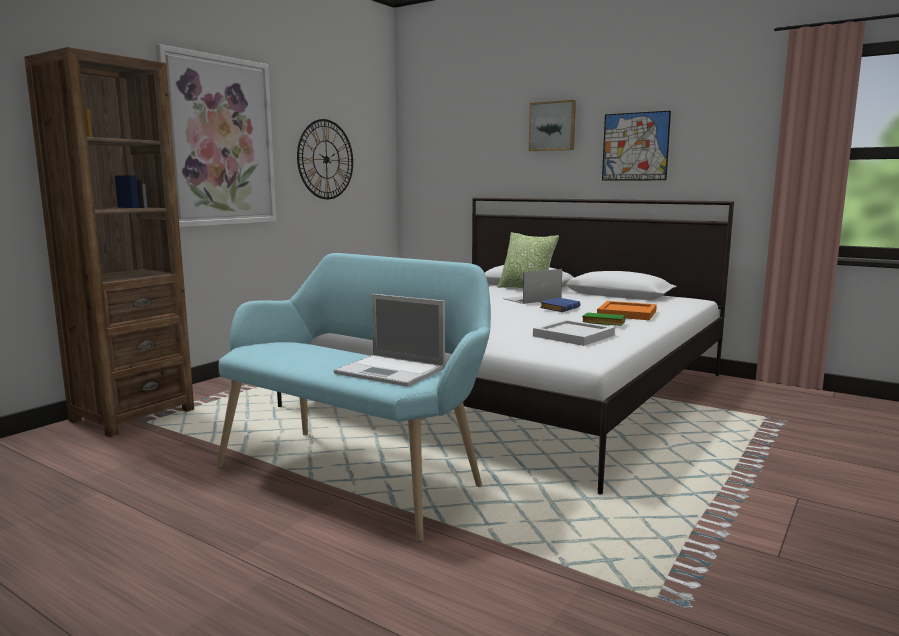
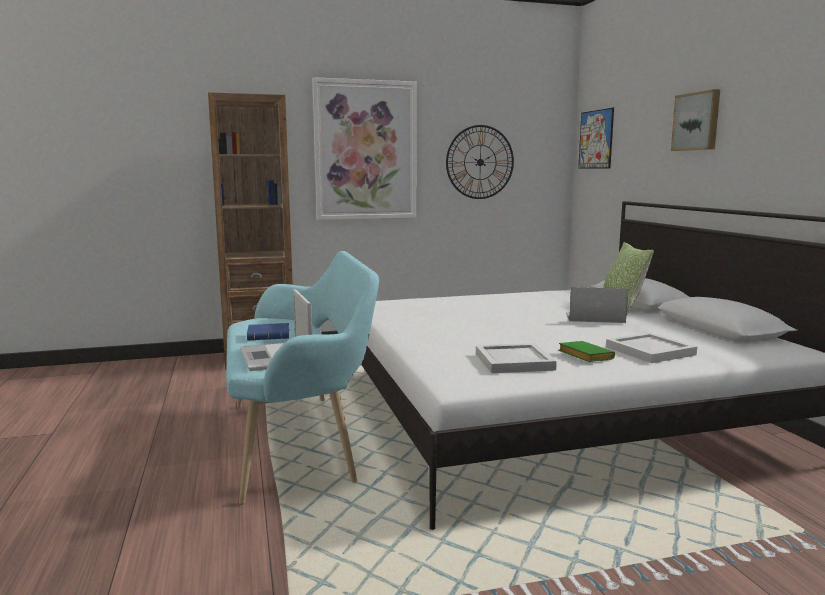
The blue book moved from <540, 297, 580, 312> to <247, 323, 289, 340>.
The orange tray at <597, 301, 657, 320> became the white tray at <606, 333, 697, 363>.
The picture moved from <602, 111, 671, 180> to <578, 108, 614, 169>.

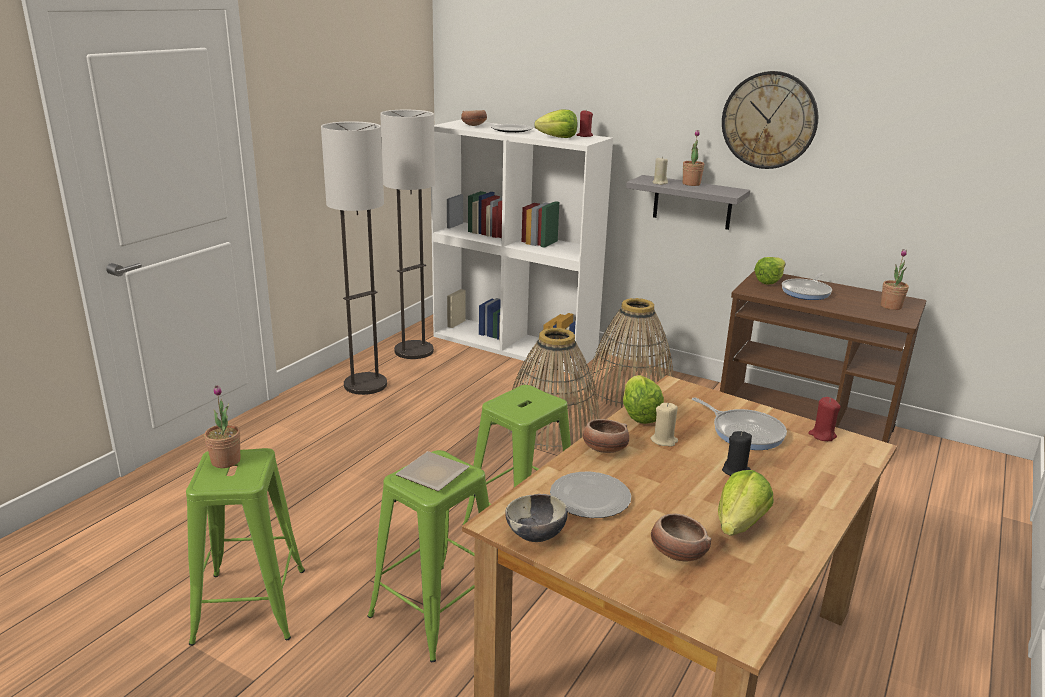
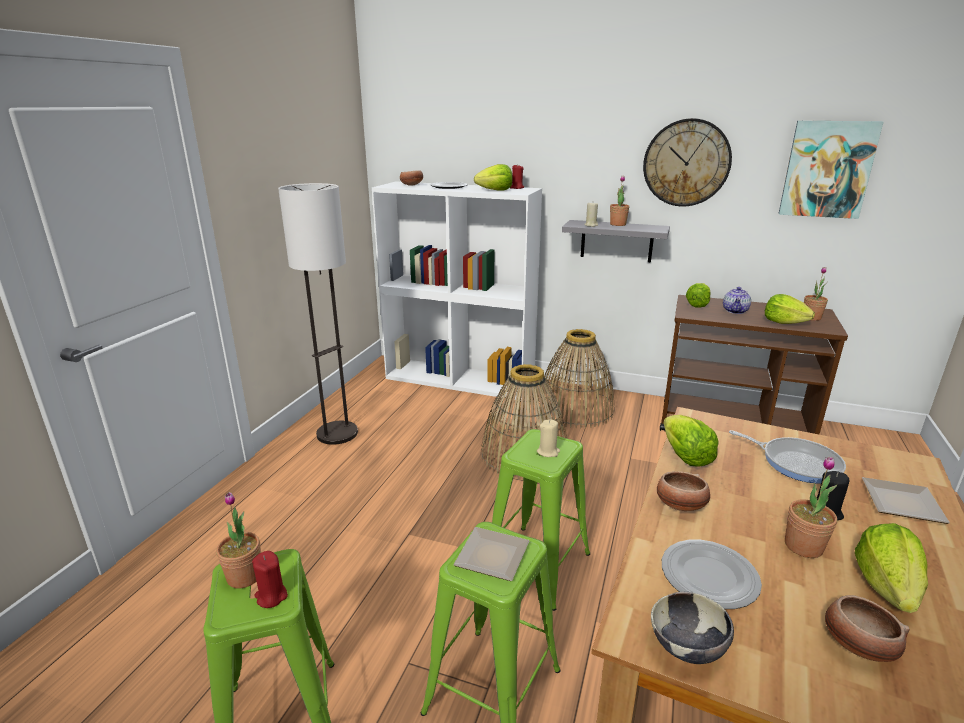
The floor lamp at <380, 110, 435, 359> disappeared.
The beige candle moved from <650, 403, 678, 446> to <537, 420, 560, 457>.
The frying pan at <782, 272, 832, 300> was replaced by the teapot at <723, 287, 751, 314>.
The red candle moved from <808, 397, 841, 441> to <252, 551, 288, 608>.
The lettuce at <765, 294, 815, 324> appeared.
The picture at <778, 121, 883, 219> appeared.
The potted plant at <785, 456, 837, 558> appeared.
The plate at <862, 477, 950, 524> appeared.

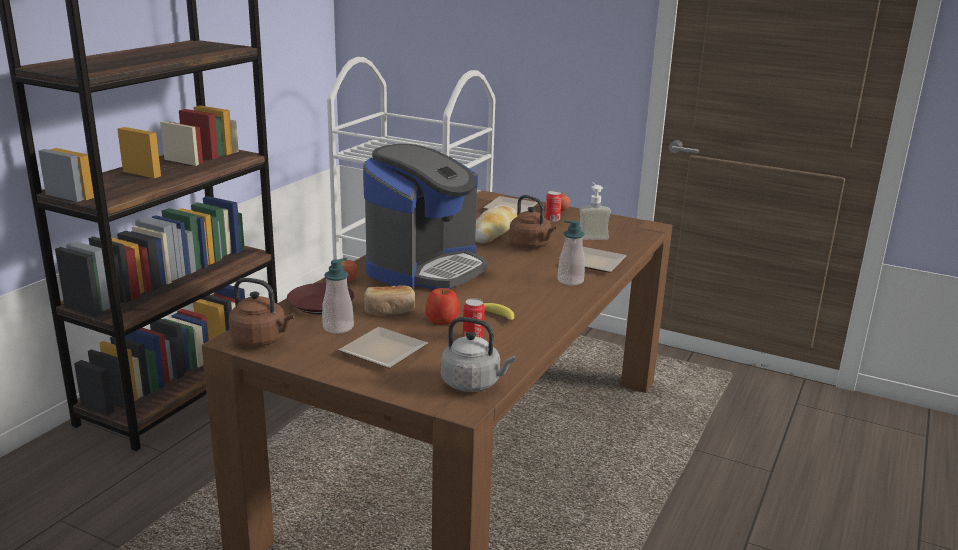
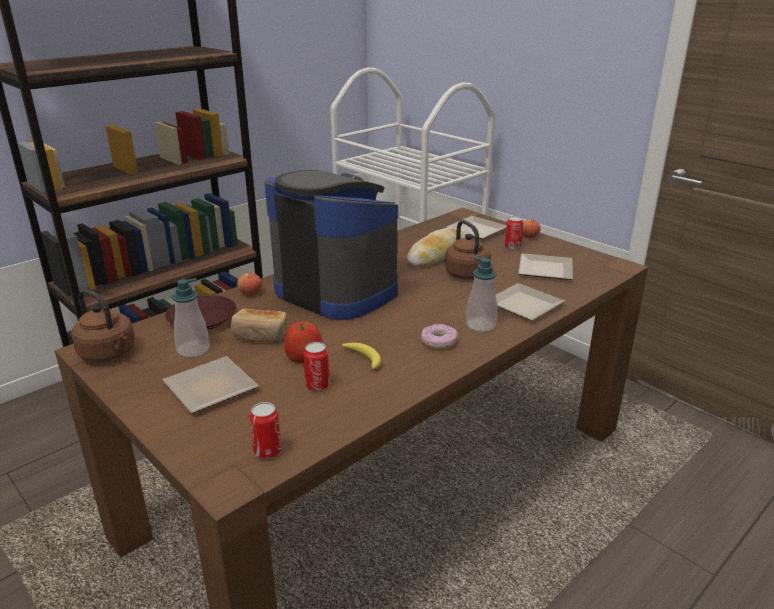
The coffee machine at <363, 144, 488, 290> turned 105 degrees counterclockwise.
The grey kettle at <441, 317, 516, 392> was replaced by the can at <249, 402, 282, 459>.
The soap dispenser at <579, 182, 611, 240> was replaced by the plate at <518, 253, 573, 280>.
The donut at <421, 324, 458, 349> appeared.

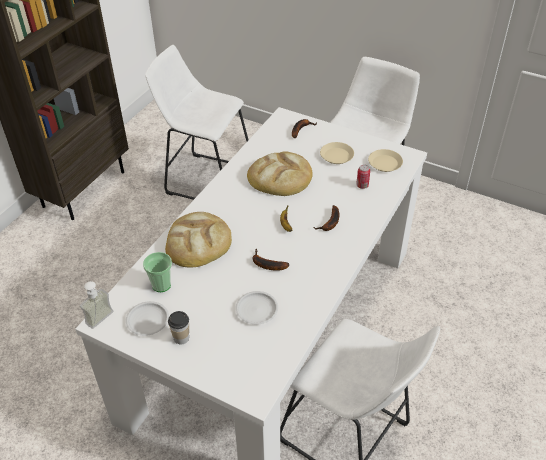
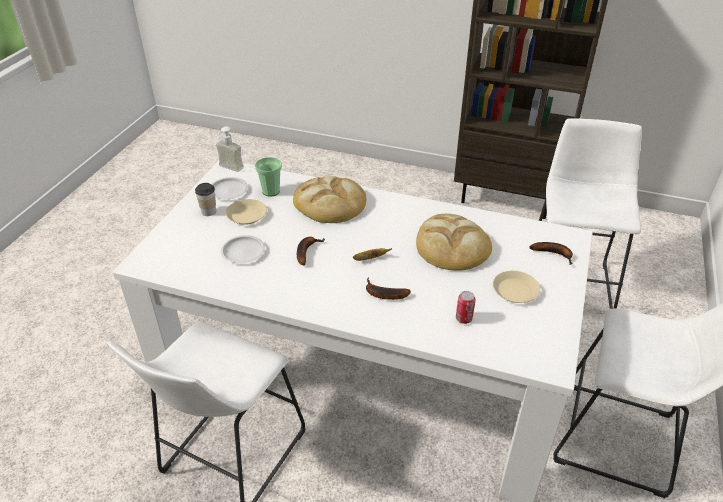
The beige plate moved from <368, 149, 403, 172> to <226, 199, 267, 225>.

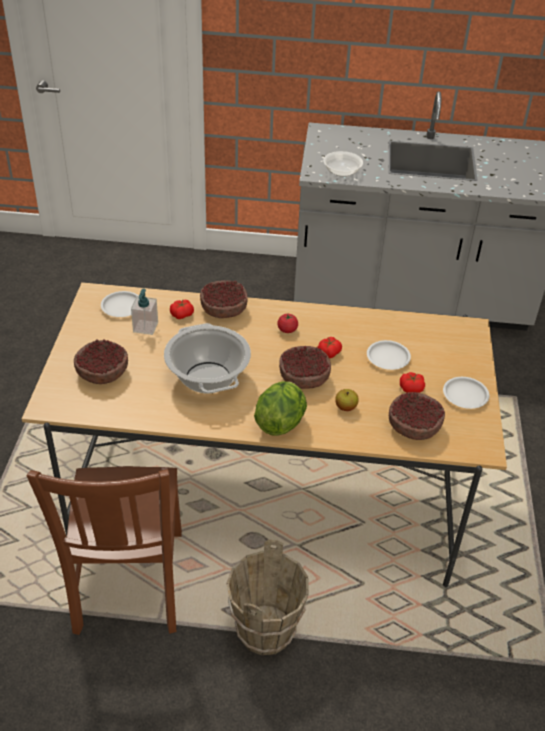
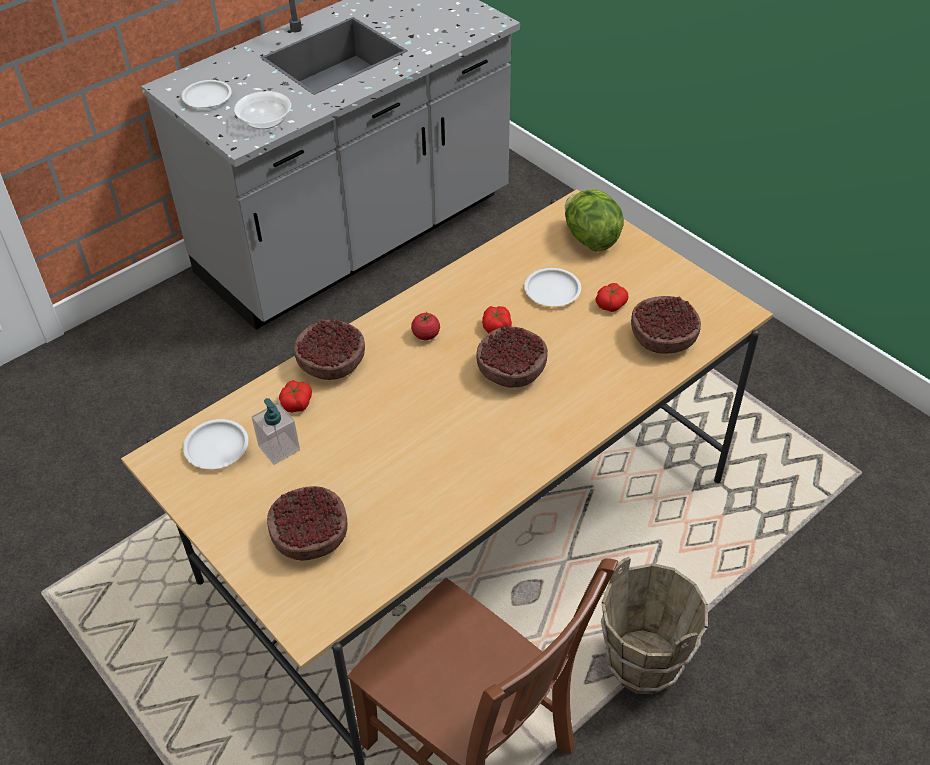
The cooking pot at <164, 323, 251, 394> disappeared.
The lettuce moved from <254, 381, 307, 436> to <565, 189, 623, 252>.
The apple at <335, 389, 359, 411> disappeared.
The white plate moved from <443, 377, 489, 409> to <181, 80, 232, 108>.

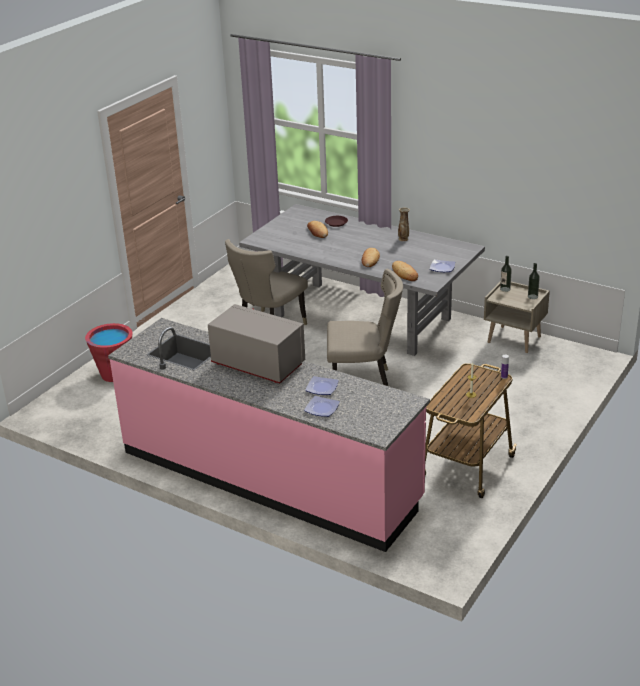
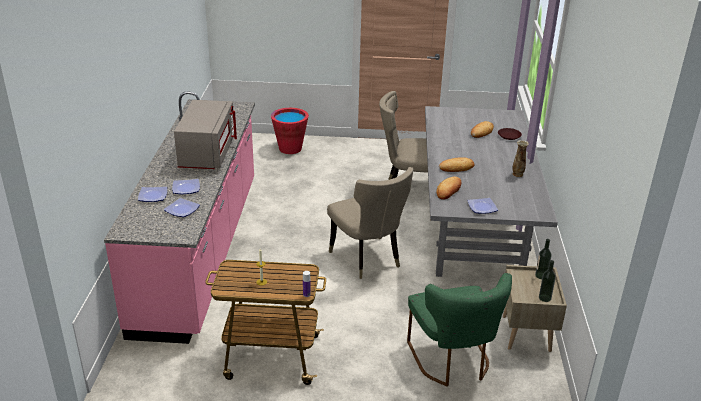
The plate at <164, 198, 200, 217> appeared.
The green chair at <407, 273, 512, 387> appeared.

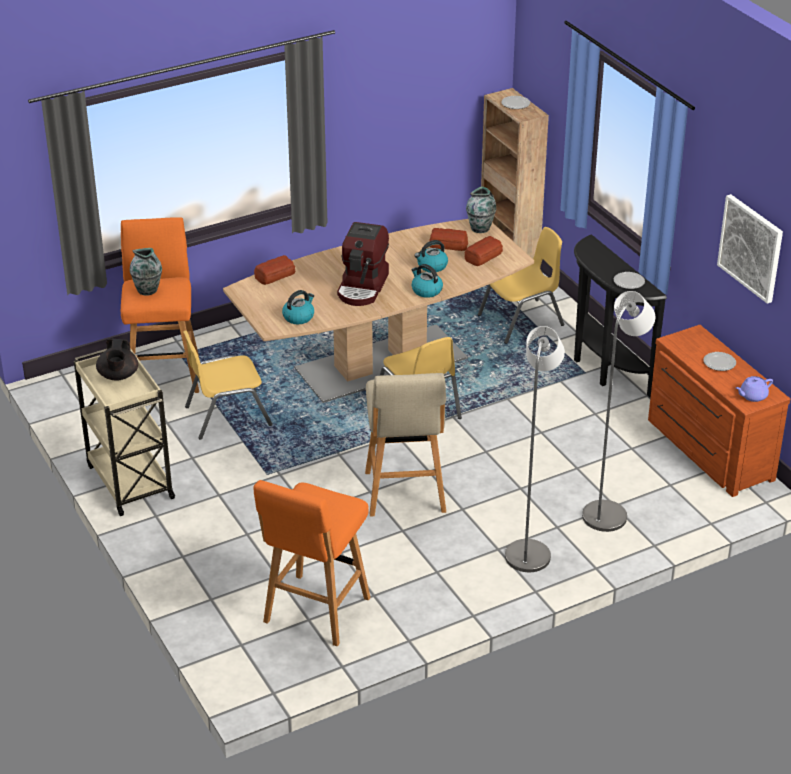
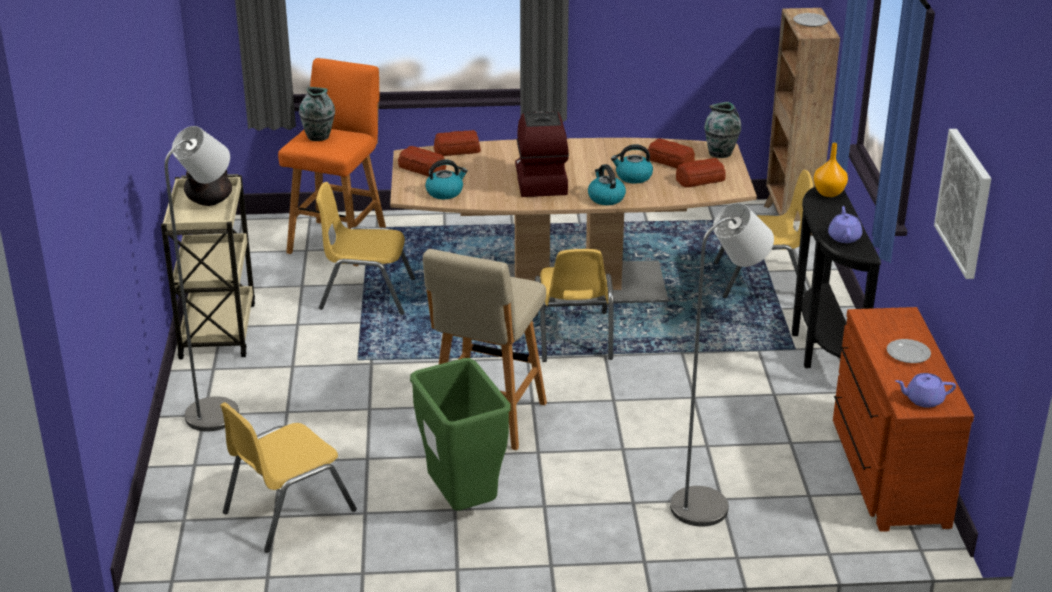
The orange stool at <253, 480, 371, 646> was replaced by the yellow chair at <220, 402, 357, 553>.
The coffee machine at <337, 222, 389, 306> turned 135 degrees clockwise.
The grey floor lamp moved from <505, 326, 565, 572> to <165, 126, 239, 431>.
The plate at <614, 272, 645, 289> was replaced by the purple teapot at <828, 206, 862, 243>.
The bread at <398, 146, 446, 177> appeared.
The green trash can at <410, 358, 511, 510> appeared.
The orange vase at <814, 143, 848, 197> appeared.

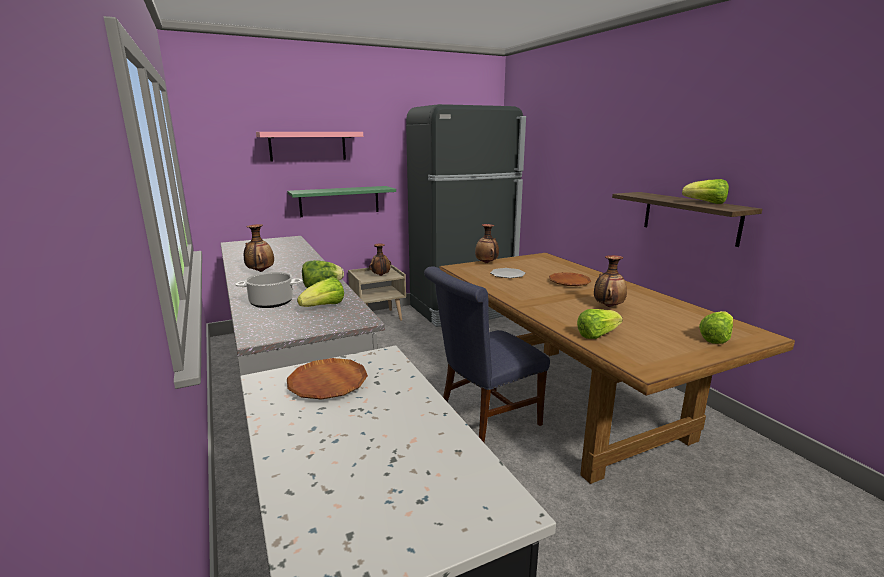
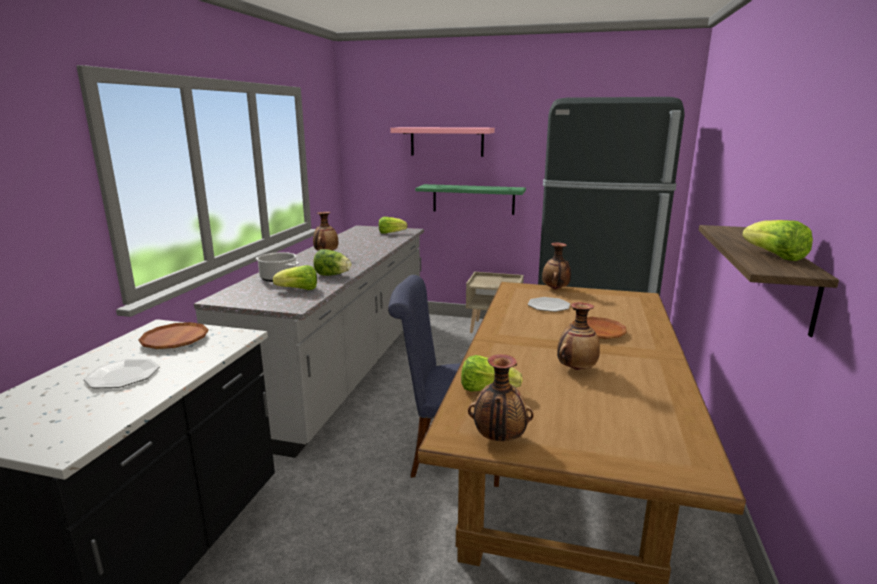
The vase moved from <369, 243, 391, 276> to <468, 354, 534, 441>.
The lettuce moved from <699, 311, 733, 344> to <379, 217, 408, 234>.
The plate at <84, 359, 160, 388> appeared.

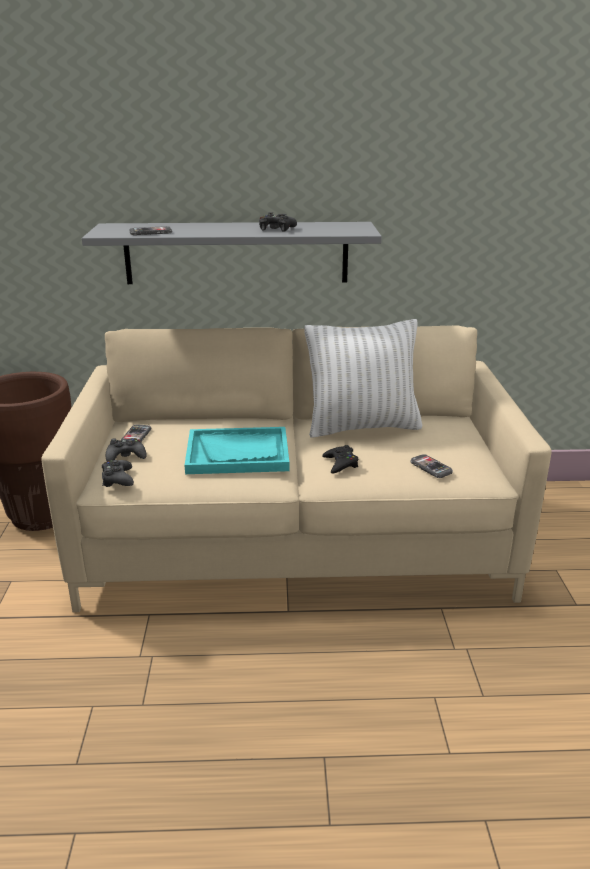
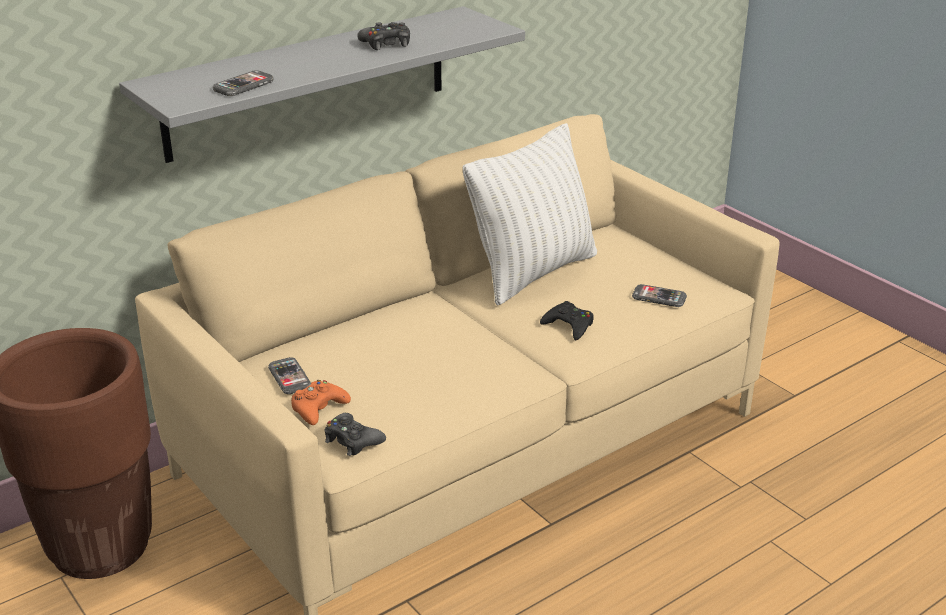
The black game controller at <106, 438, 147, 461> became the orange game controller at <291, 380, 351, 425>.
The turquoise tray at <185, 427, 290, 474> disappeared.

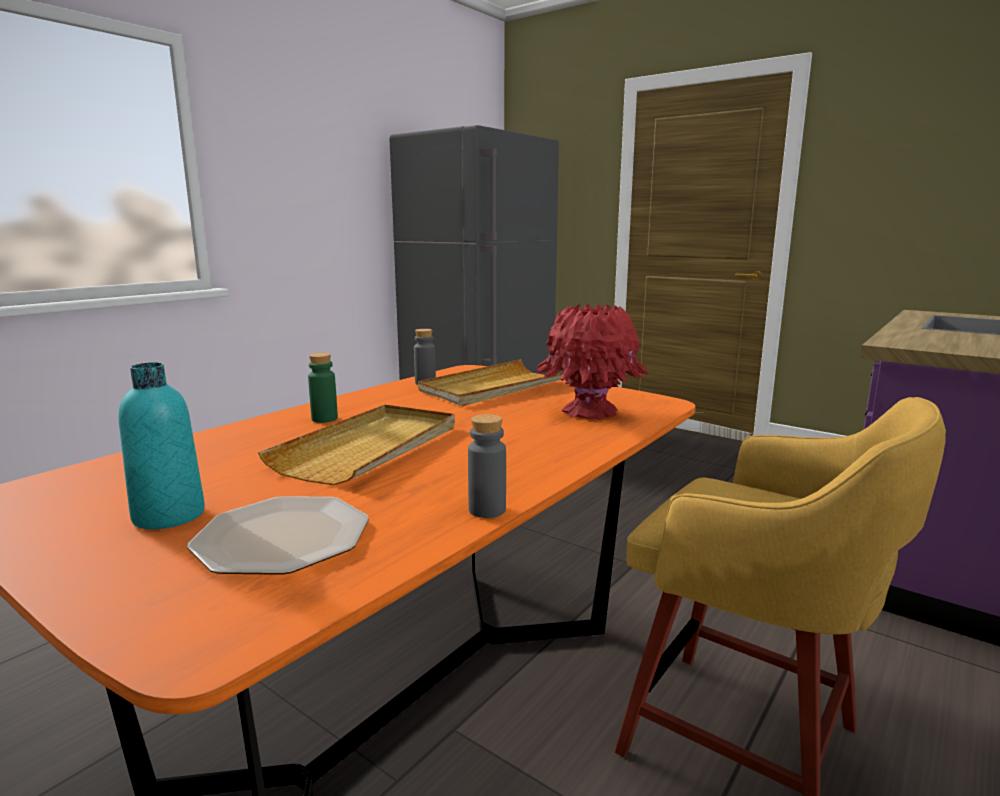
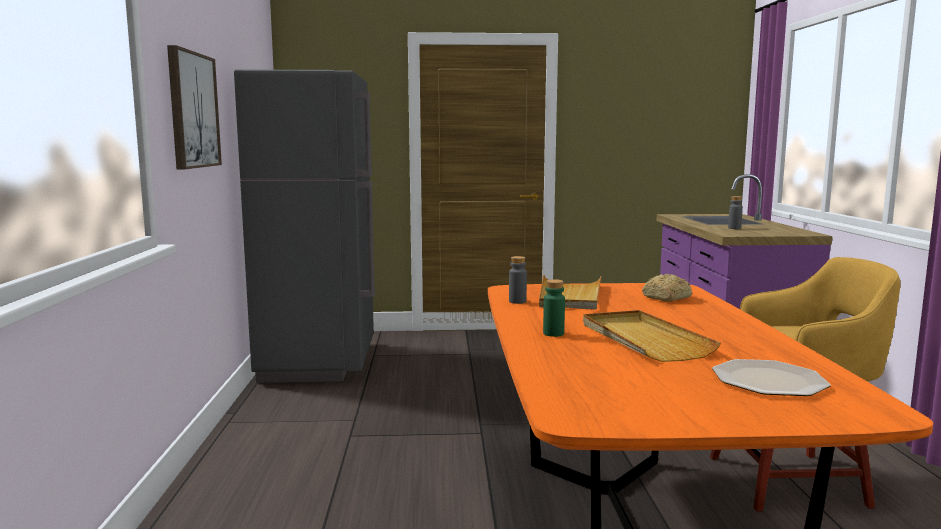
The turquoise bottle at <119, 362, 205, 529> disappeared.
The grey bottle moved from <468, 414, 506, 518> to <728, 196, 743, 229>.
The red vase at <537, 303, 649, 420> was replaced by the bread at <642, 274, 692, 302>.
The picture at <167, 45, 222, 169> appeared.

